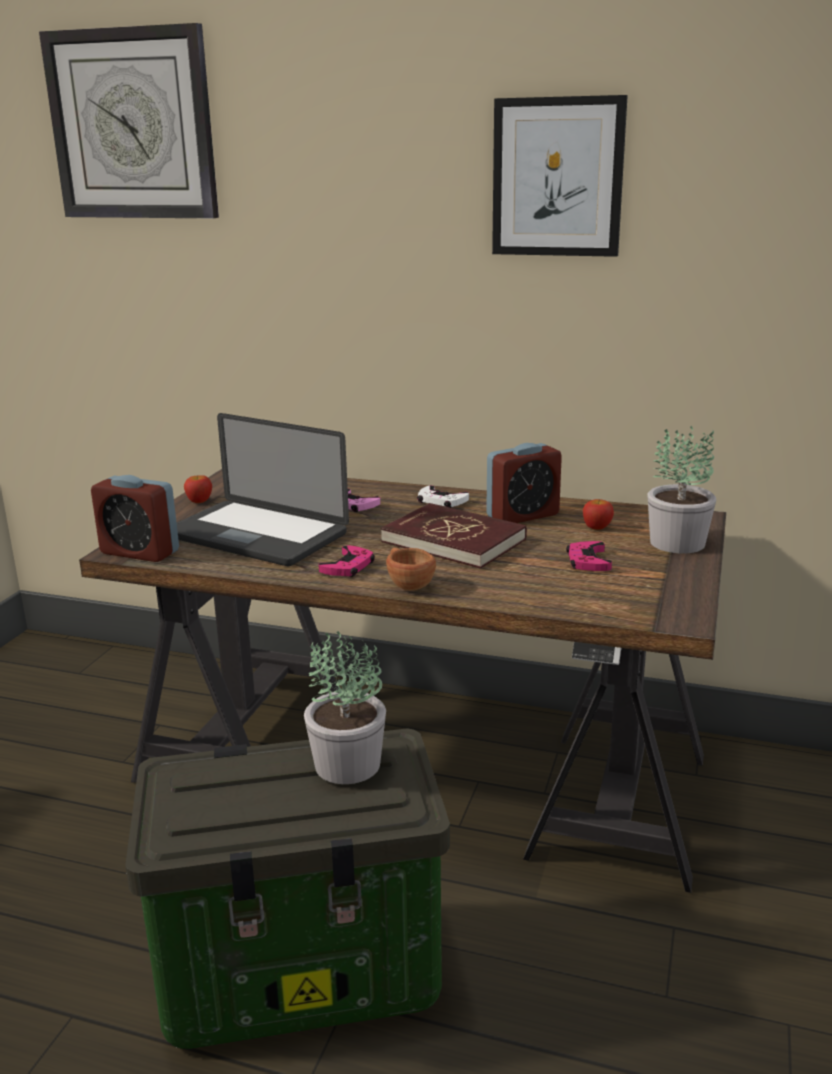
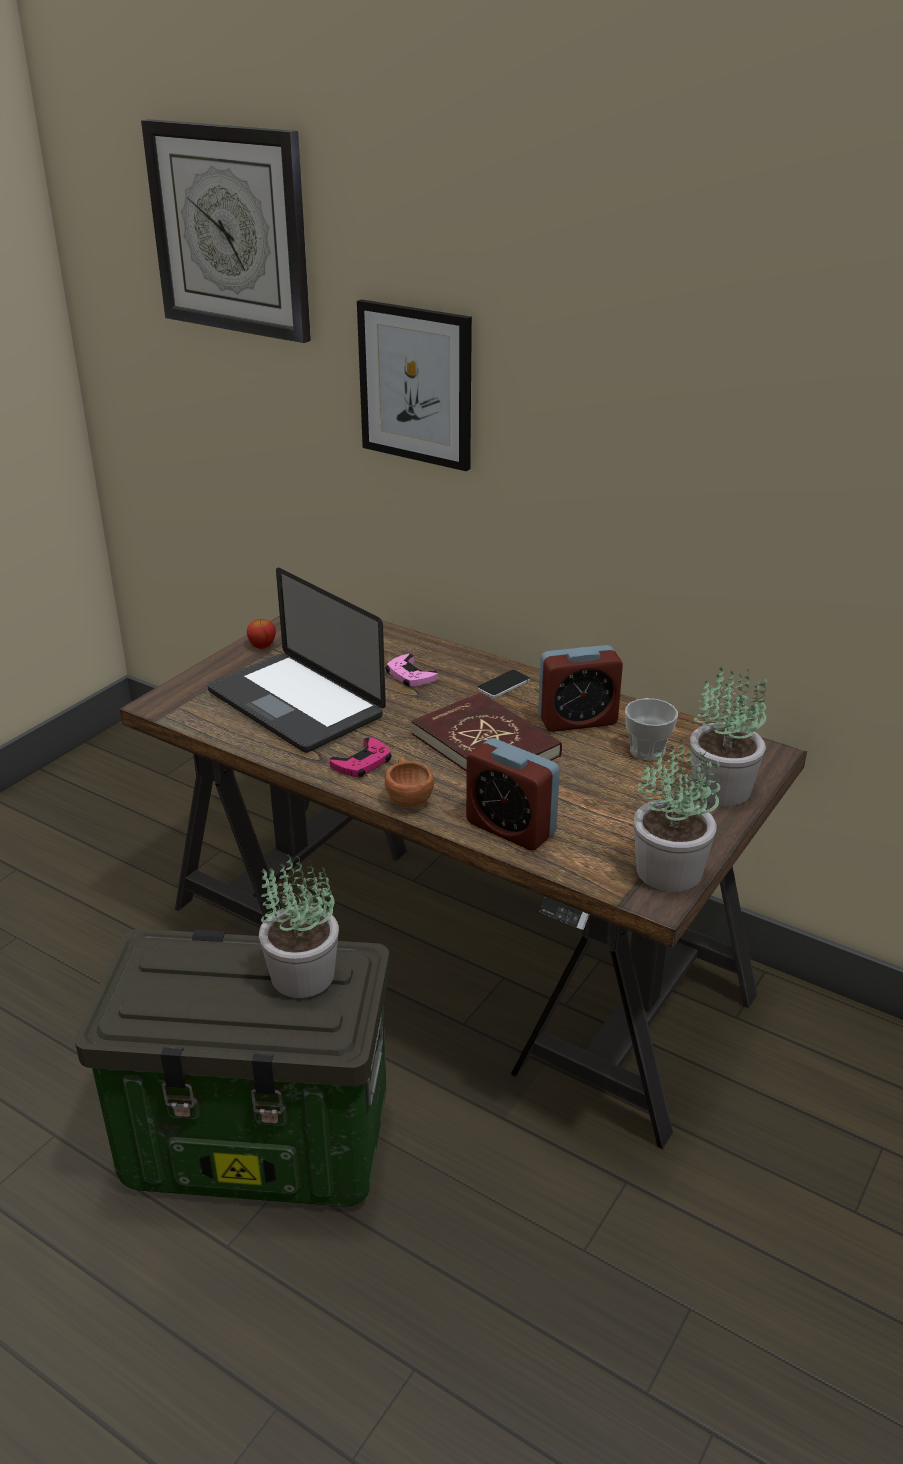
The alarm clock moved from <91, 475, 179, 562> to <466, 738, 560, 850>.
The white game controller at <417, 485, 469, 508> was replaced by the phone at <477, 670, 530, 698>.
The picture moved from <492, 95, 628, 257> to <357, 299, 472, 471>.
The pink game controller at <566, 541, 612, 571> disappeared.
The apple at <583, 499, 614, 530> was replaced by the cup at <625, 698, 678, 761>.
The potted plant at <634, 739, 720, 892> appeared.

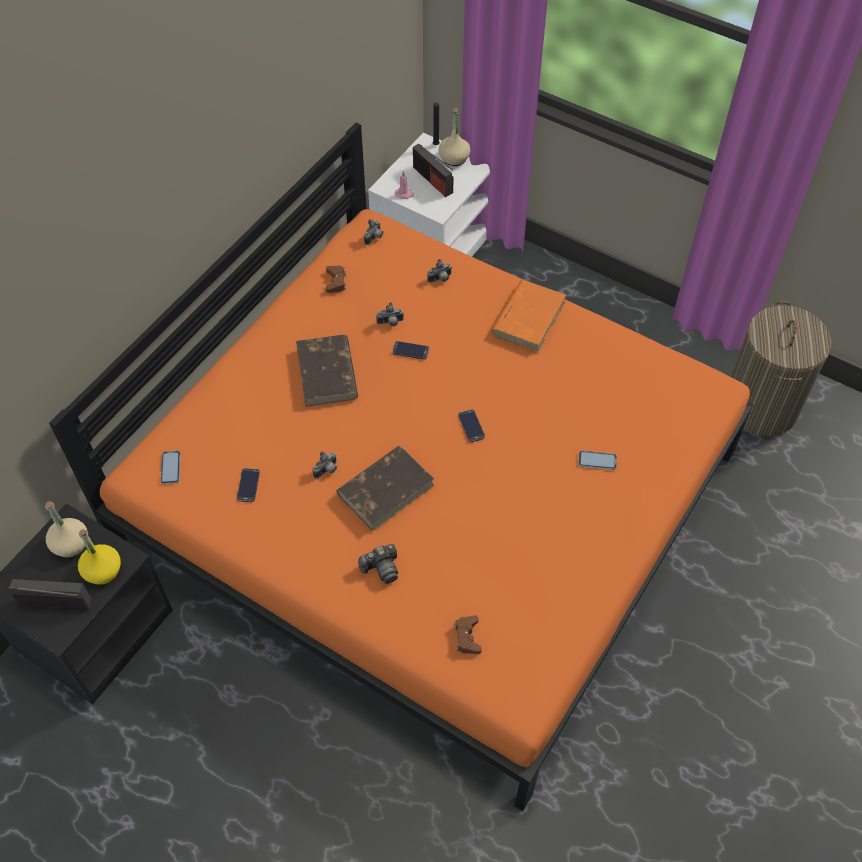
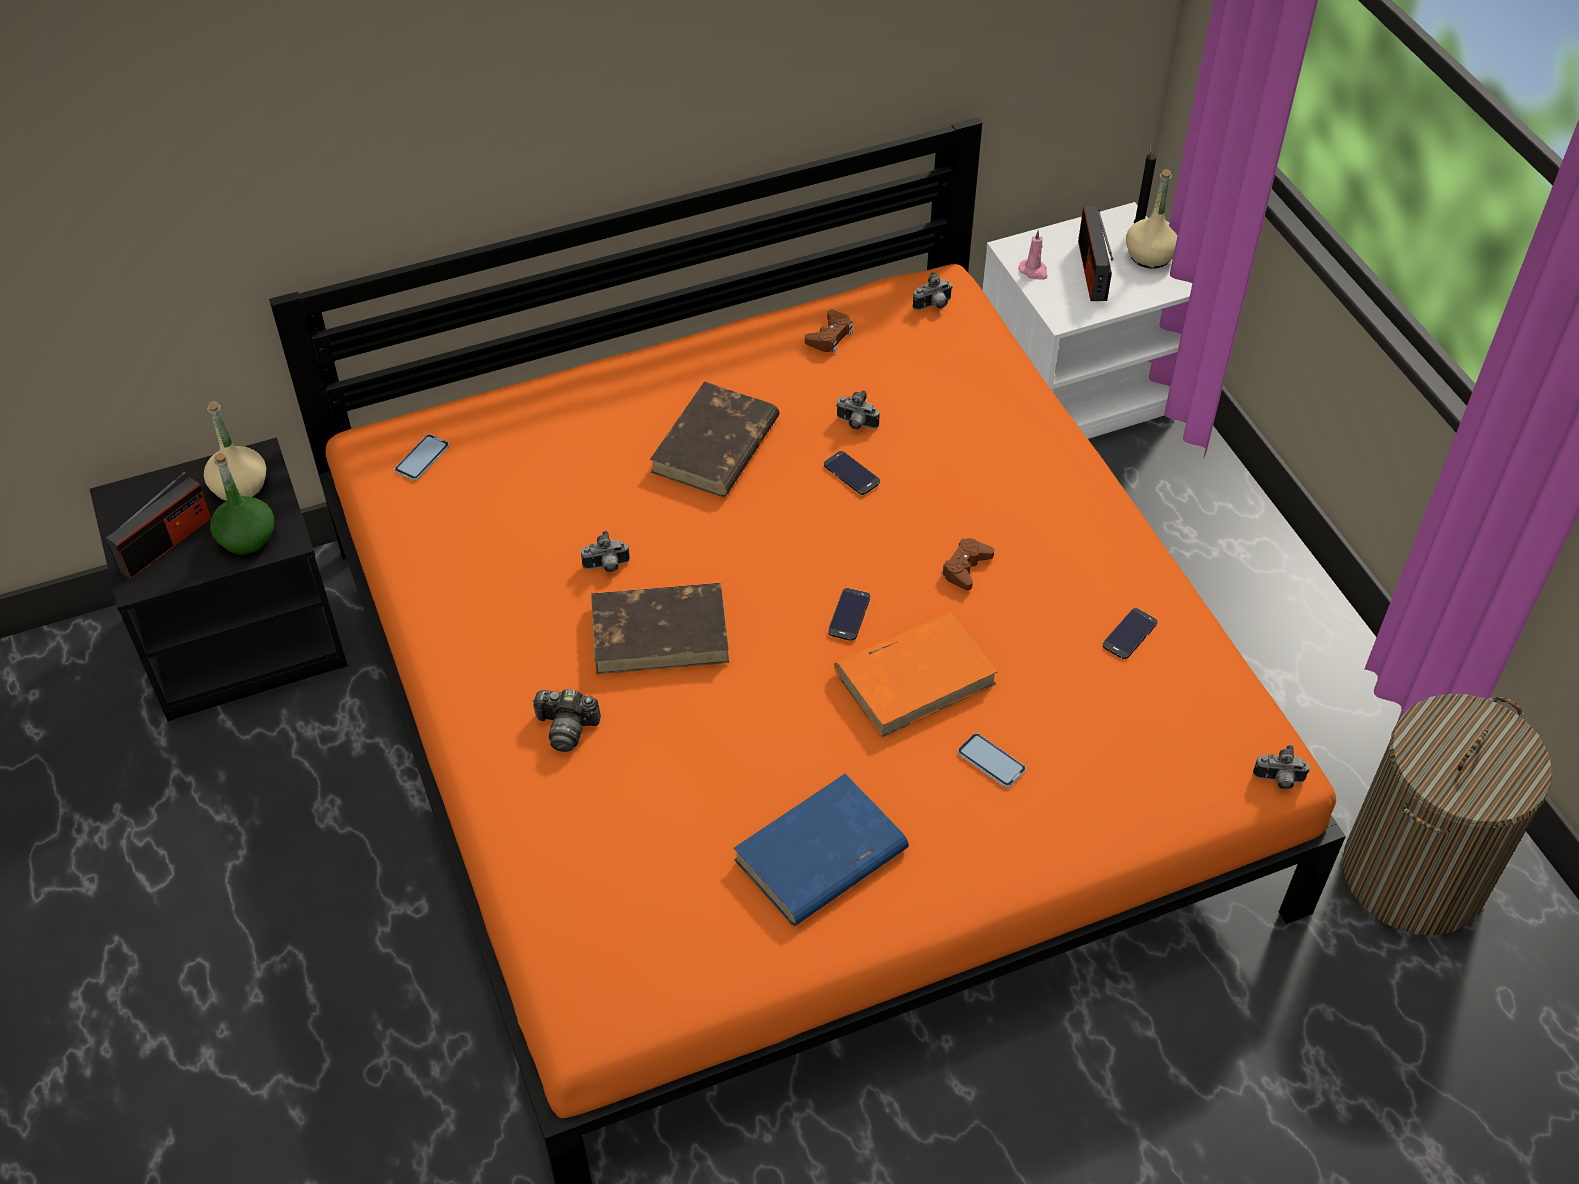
The radio at <9, 579, 92, 611> turned 90 degrees clockwise.
The yellow bottle at <78, 529, 121, 585> became the green bottle at <210, 453, 274, 555>.
The phone moved from <237, 468, 260, 502> to <1103, 608, 1157, 659>.
The photo camera moved from <427, 259, 452, 283> to <1253, 745, 1310, 789>.
The brown game controller moved from <454, 615, 482, 654> to <941, 538, 994, 590>.
The orange book moved from <491, 280, 566, 352> to <834, 611, 998, 738>.
The blue book at <734, 774, 909, 926> appeared.

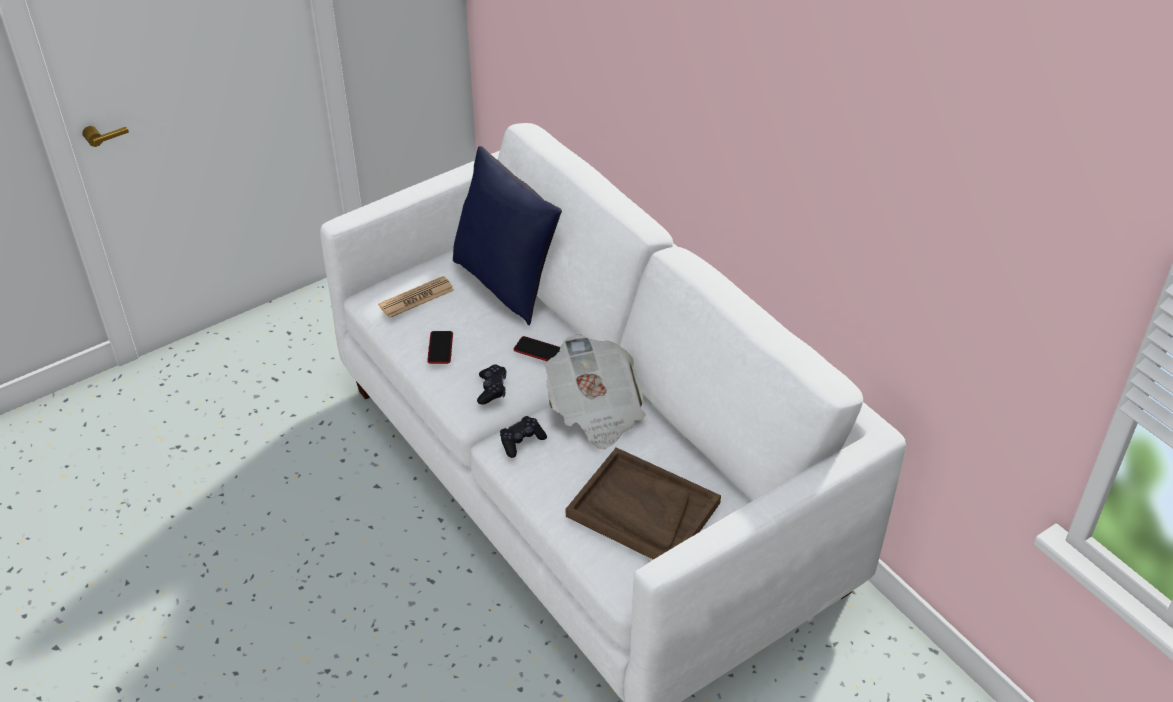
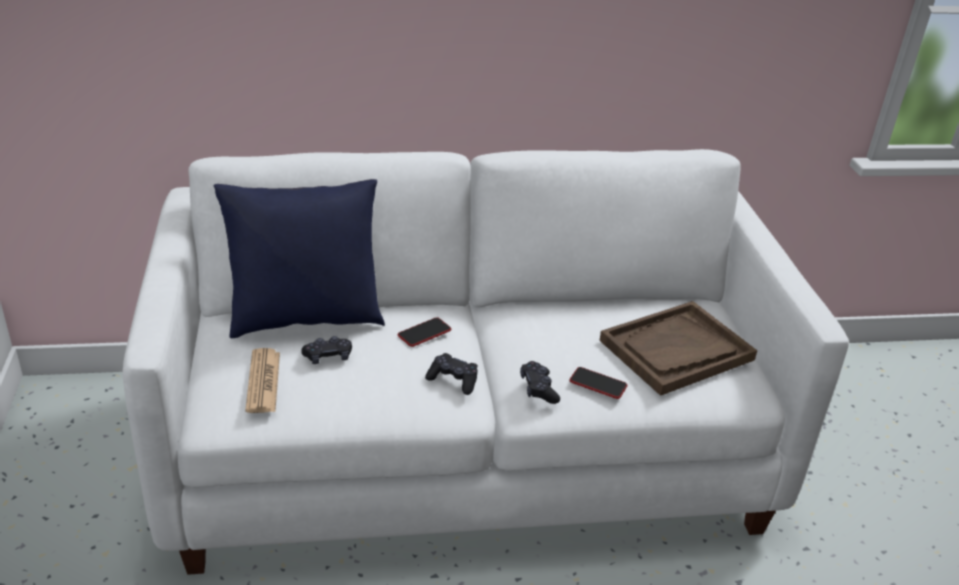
The phone moved from <427, 331, 453, 364> to <570, 367, 627, 399>.
The newspaper at <545, 334, 646, 449> disappeared.
The black game controller at <301, 336, 352, 364> appeared.

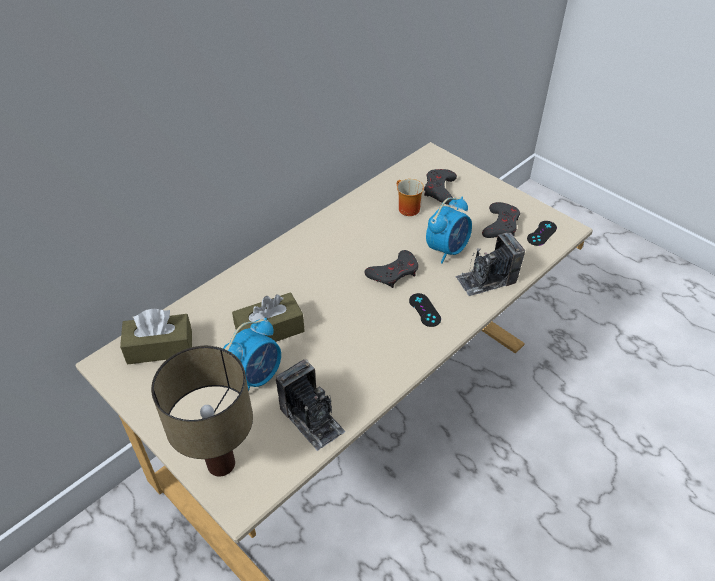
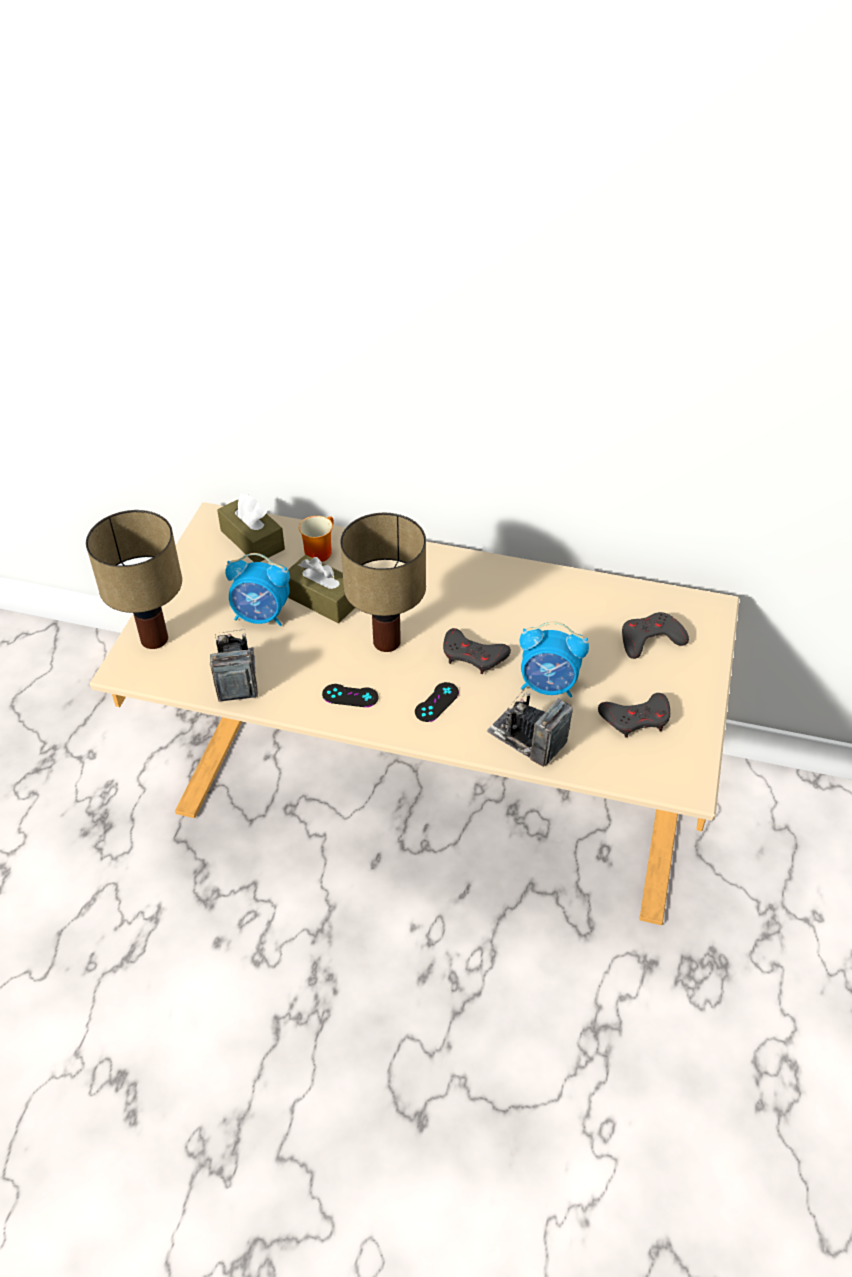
The photo camera at <276, 359, 346, 451> turned 150 degrees clockwise.
The mug moved from <397, 179, 424, 216> to <299, 516, 334, 562>.
The black game controller moved from <527, 221, 557, 246> to <322, 684, 378, 707>.
The table lamp at <340, 513, 426, 652> appeared.

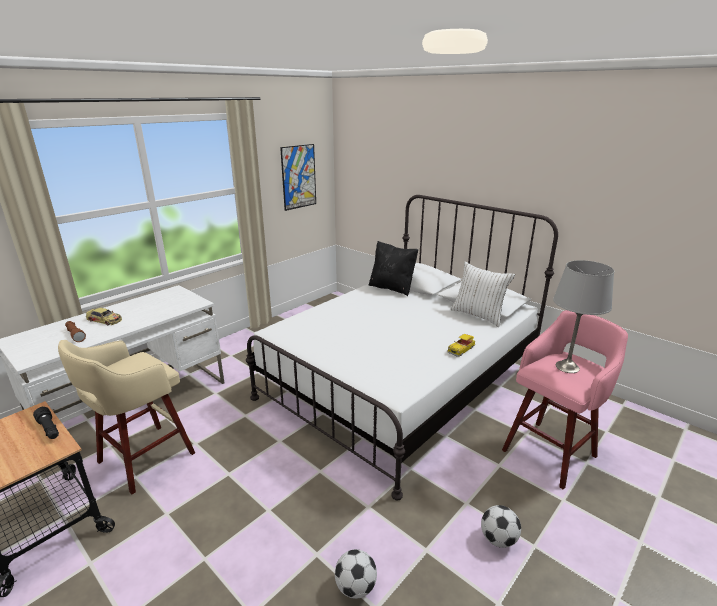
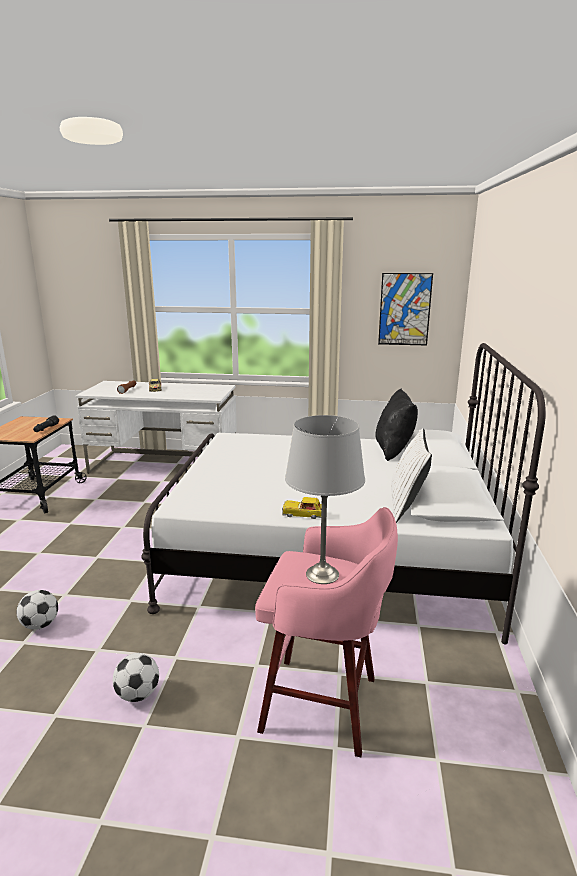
The beige stool at <58, 340, 195, 495> disappeared.

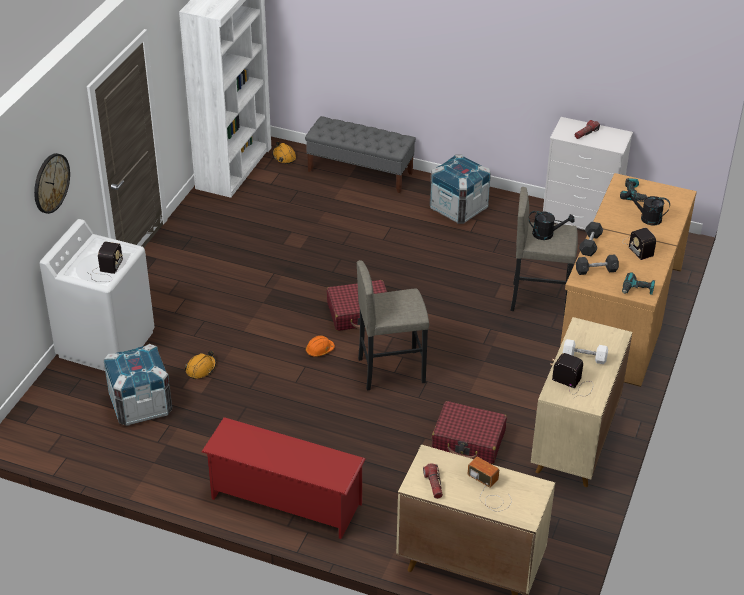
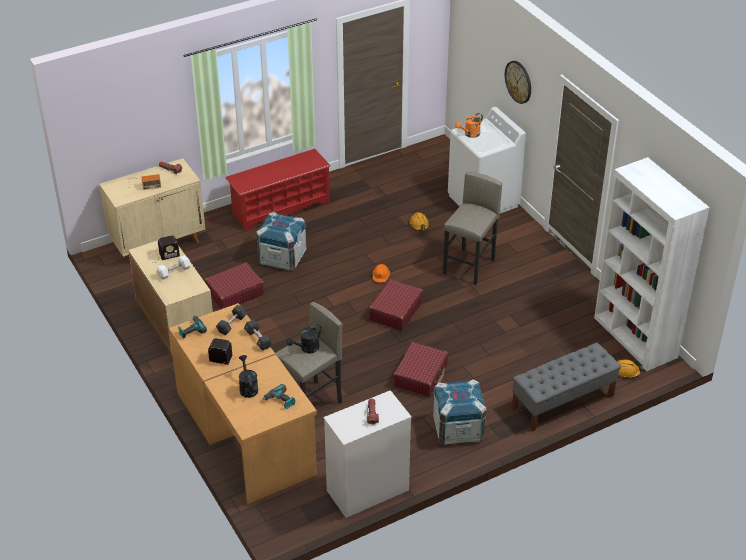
The radio at <86, 242, 123, 282> was replaced by the orange watering can at <455, 113, 483, 138>.
The crate moved from <103, 344, 172, 426> to <256, 212, 307, 271>.
The grey stool moved from <357, 260, 429, 390> to <443, 172, 502, 285>.
The black watering can at <625, 190, 670, 225> turned 75 degrees counterclockwise.
The red suitcase at <394, 342, 448, 397> appeared.

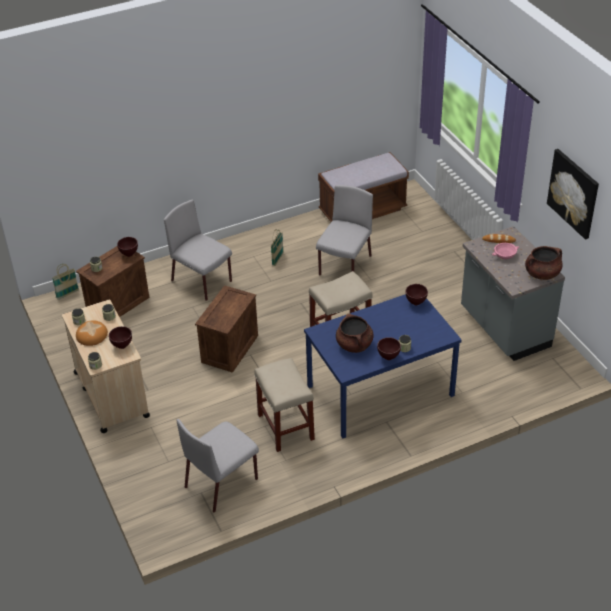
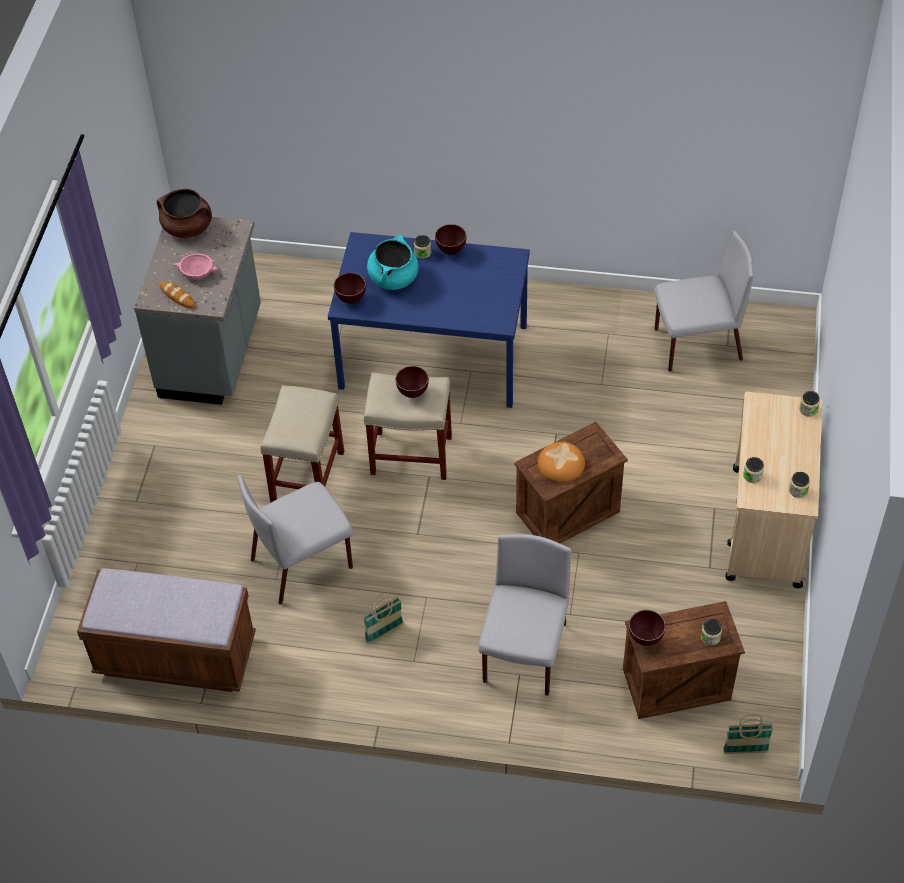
The bread moved from <76, 320, 108, 346> to <538, 442, 585, 483>.
The brown bowl moved from <109, 326, 132, 349> to <396, 366, 429, 398>.
The grey chair at <164, 199, 232, 301> turned 150 degrees counterclockwise.
The beige stool moved from <254, 358, 315, 452> to <260, 385, 344, 503>.
The brown cooking pot at <336, 314, 374, 353> disappeared.
The picture at <547, 149, 599, 240> disappeared.
The turquoise cooking pot at <367, 235, 419, 290> appeared.

